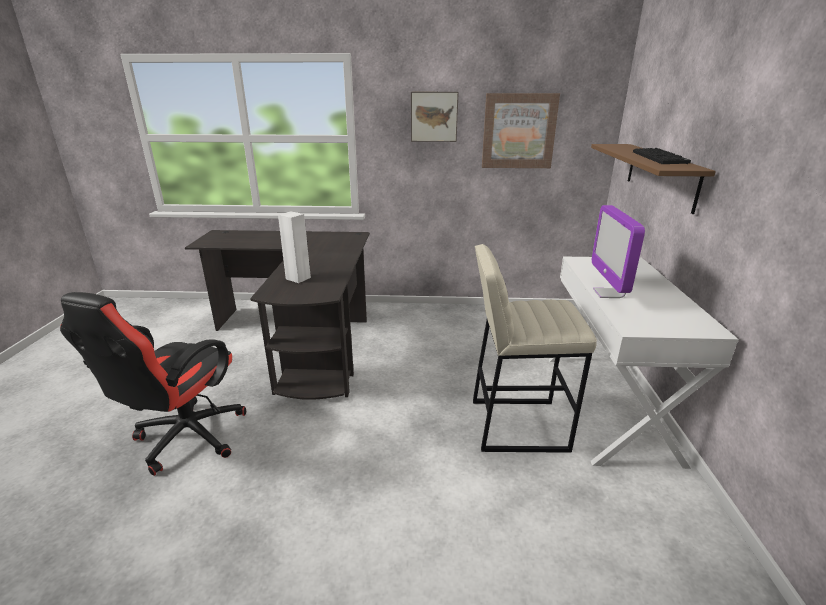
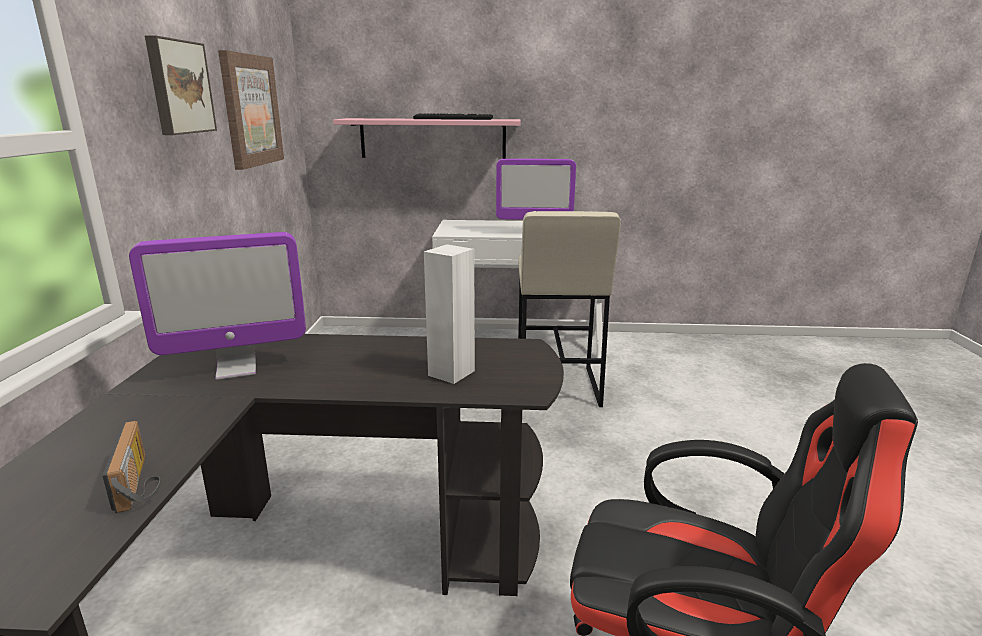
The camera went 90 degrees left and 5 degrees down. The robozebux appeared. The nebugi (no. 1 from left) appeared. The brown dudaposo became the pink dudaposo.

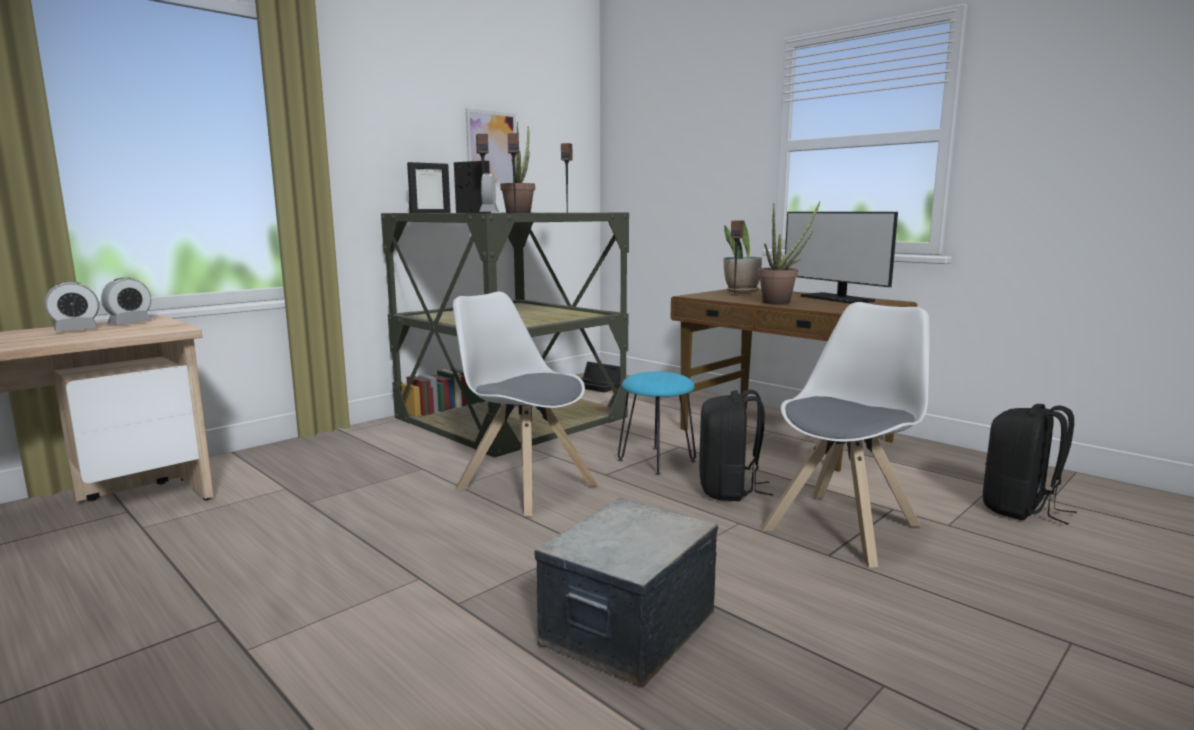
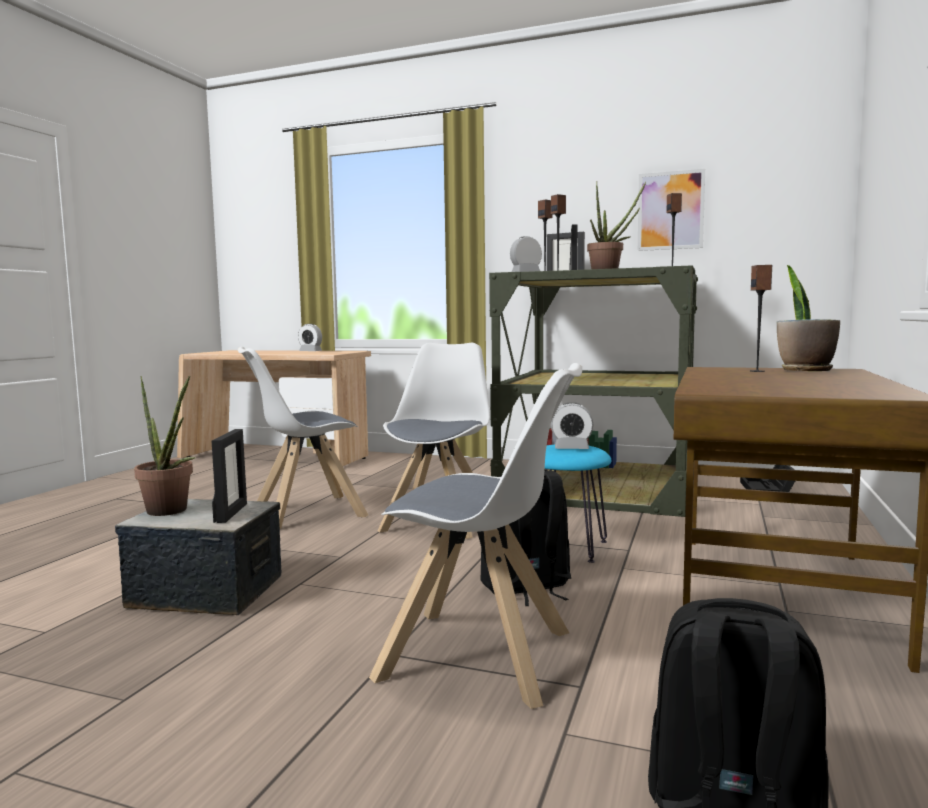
The camera went 65 degrees right and 5 degrees down. The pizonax (no. 3 from left in the first image) moved. The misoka (no. 1 from left) appeared. The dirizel (no. 1 from left) appeared. The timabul (no. 2 from left in the first image) moved. The nebugi disappeared.

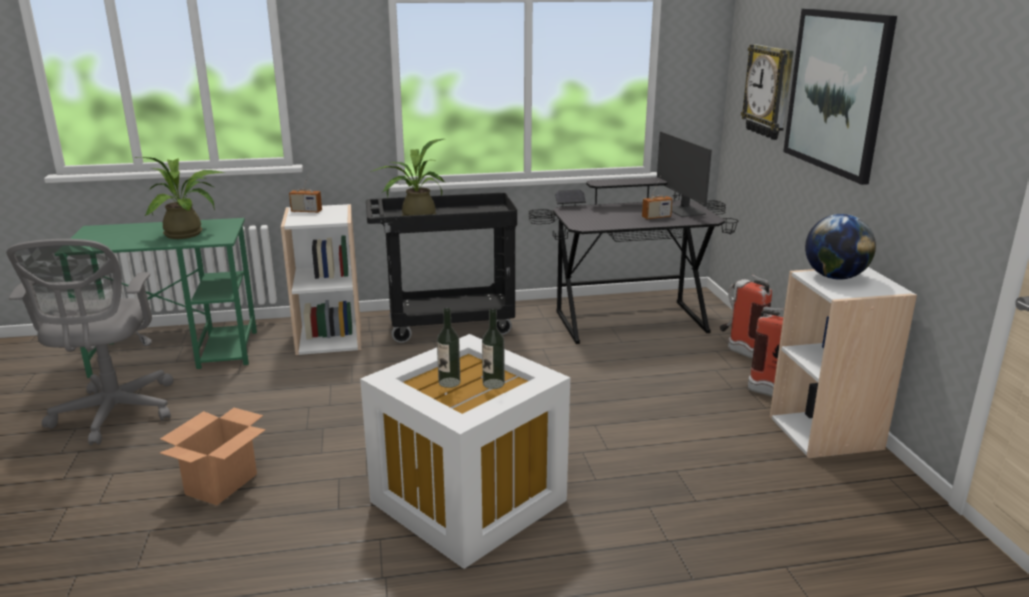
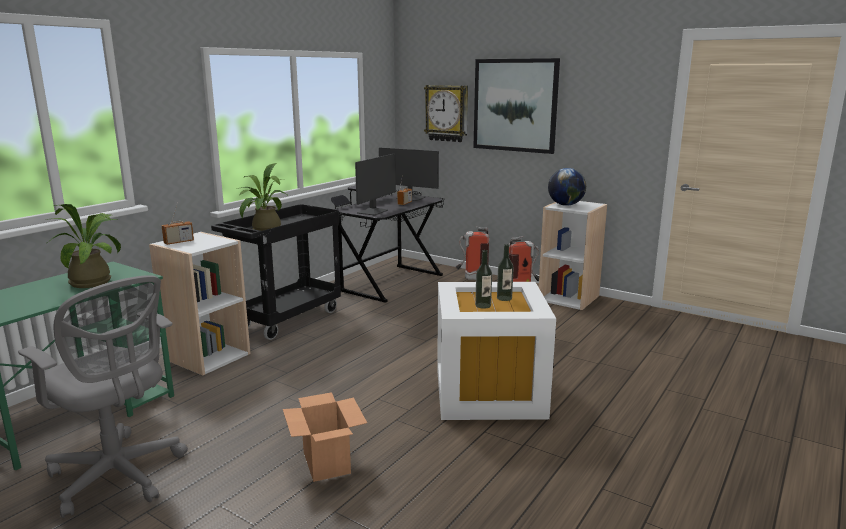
The camera went 45 degrees left and 5 degrees down. The nebugi (no. 1 from left) appeared.

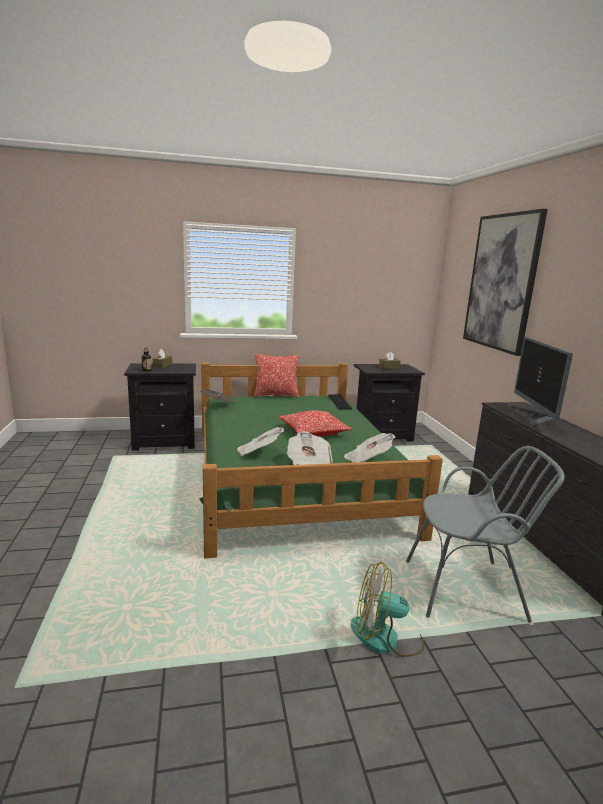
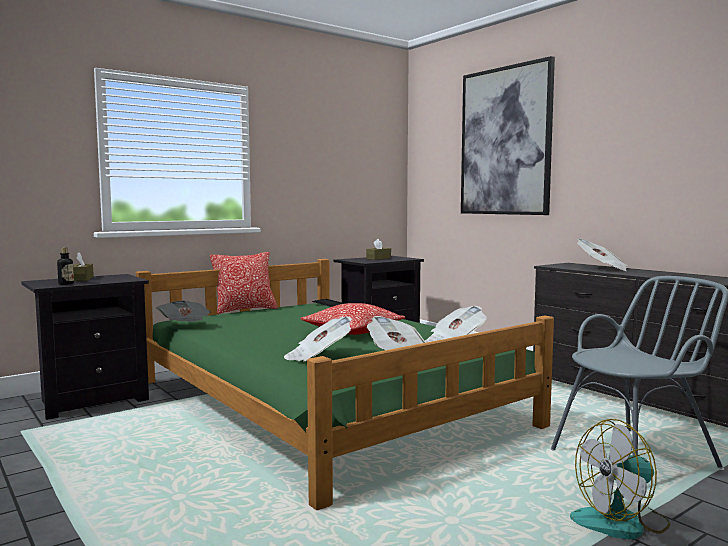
The camera went 25 degrees left and 10 degrees down. The nebugi was replaced by the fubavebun (no. 5 from left).

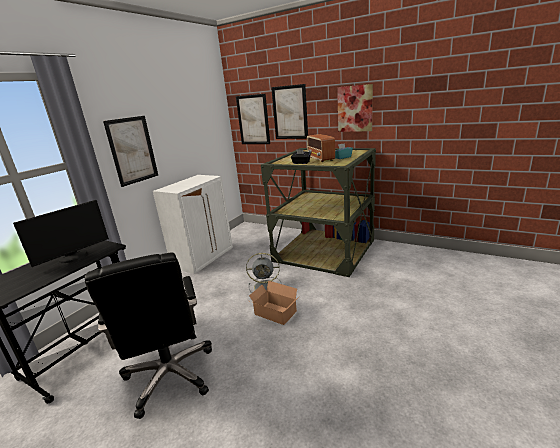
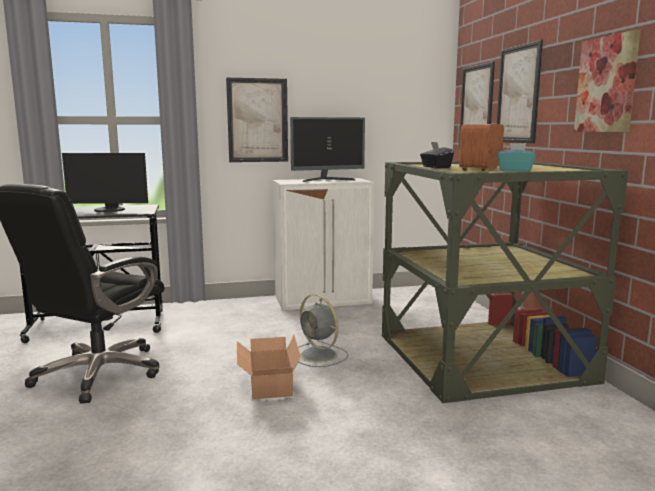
The camera went 45 degrees right and 10 degrees down. The nebugi (no. 2 from left) appeared.

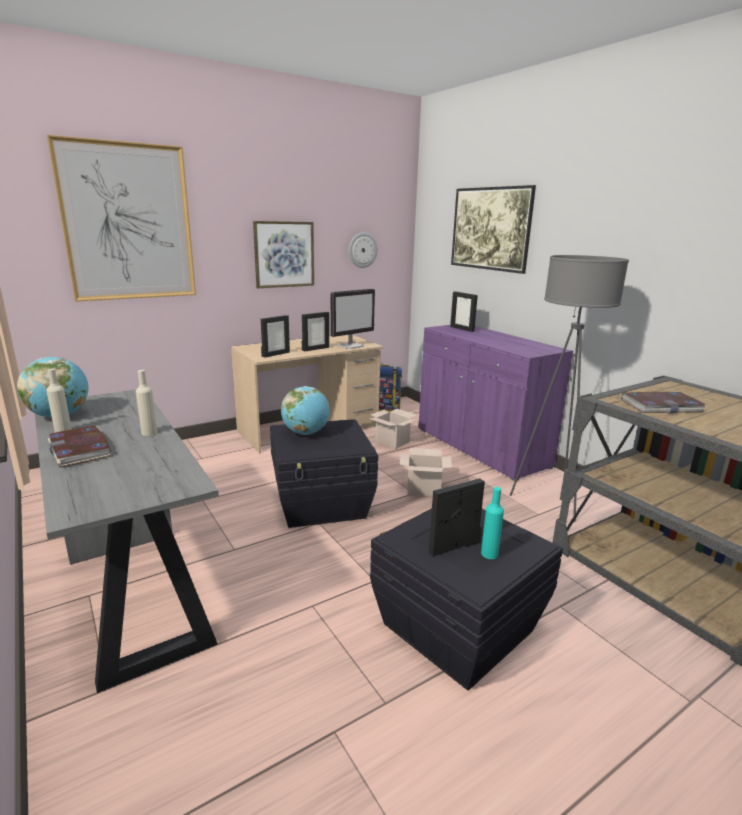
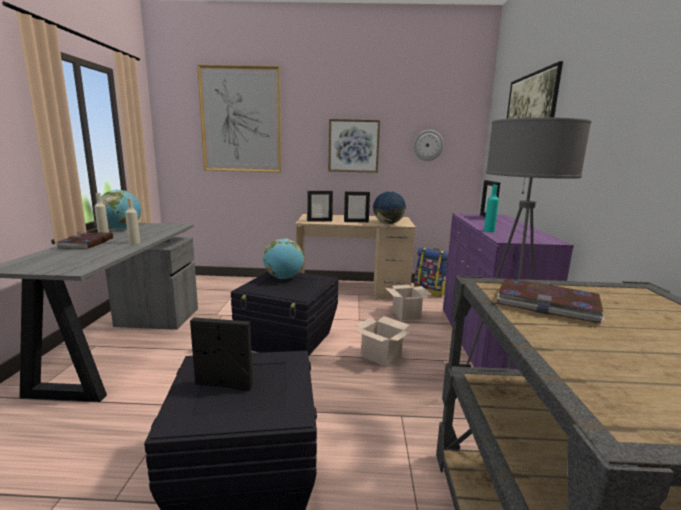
The camera went 35 degrees right and 5 degrees down. The nebugi was replaced by the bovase (no. 3 from left). The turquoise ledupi moved.

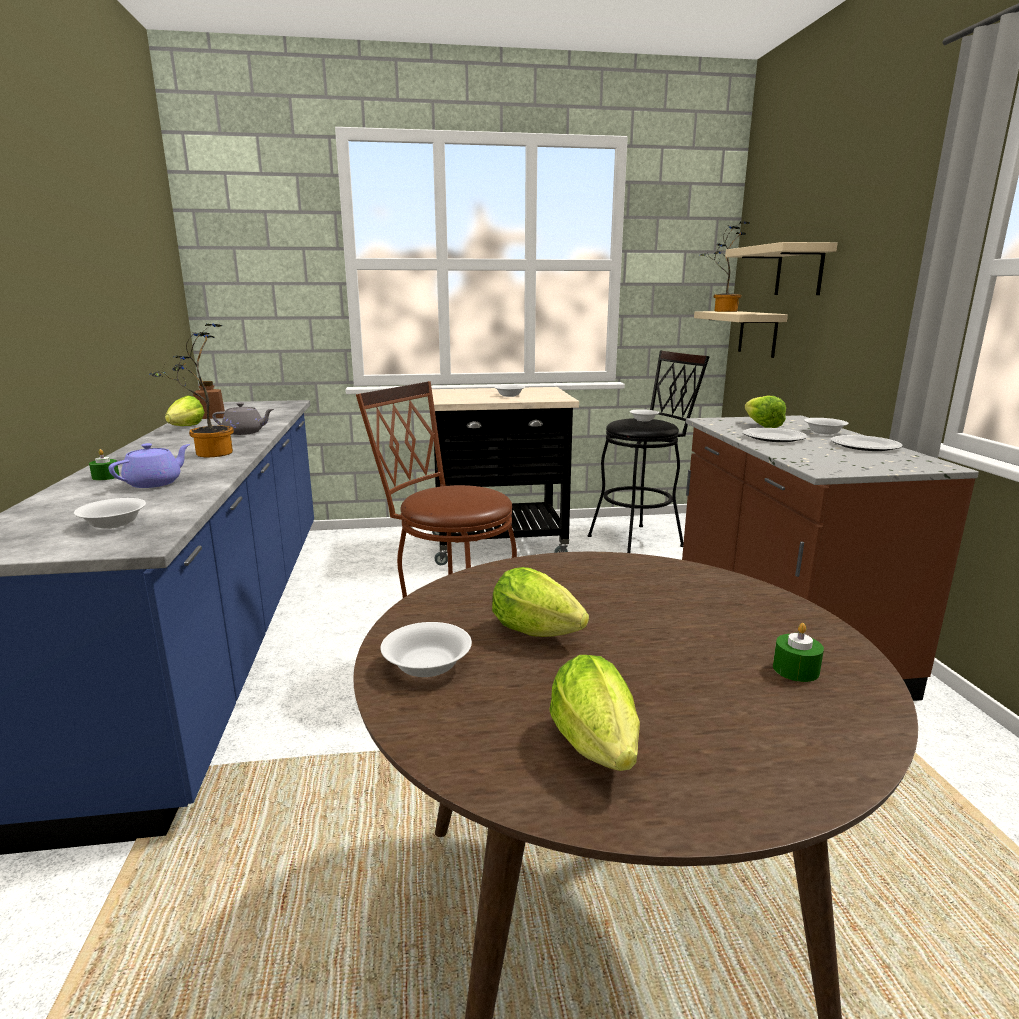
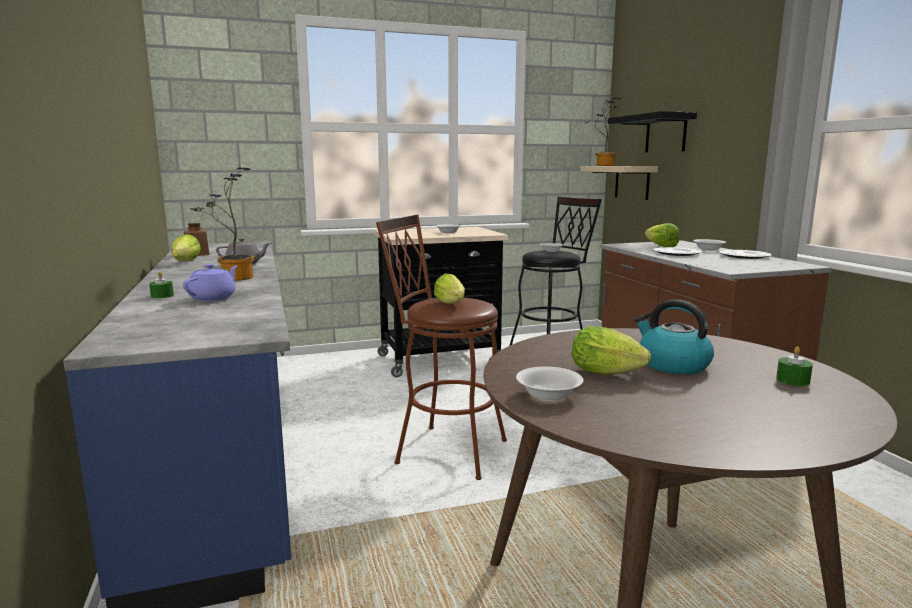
The camera went 10 degrees left and 5 degrees down. The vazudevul (no. 3 from left in the first image) moved. The beige dudaposo (no. 2 from left) became the black dudaposo. The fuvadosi appeared. The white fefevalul (no. 1 from left) disappeared.

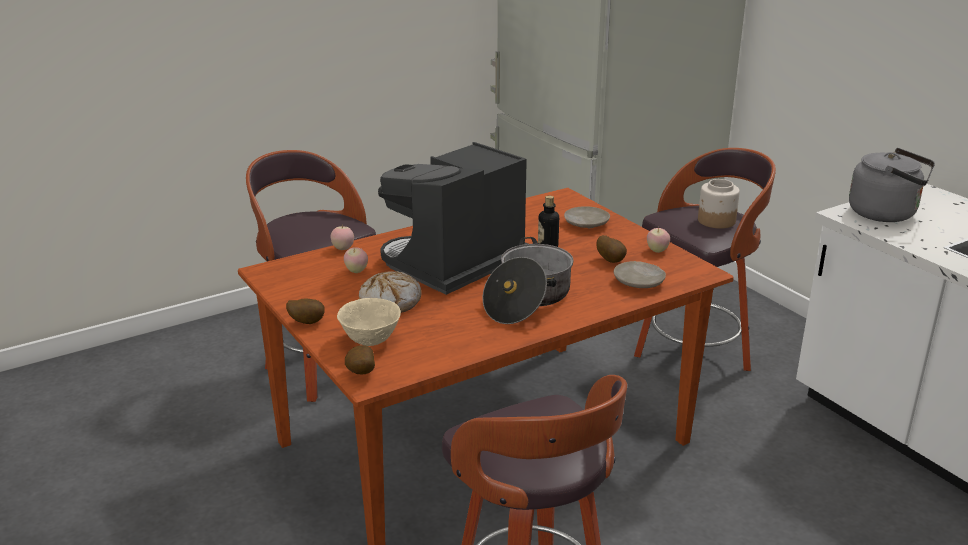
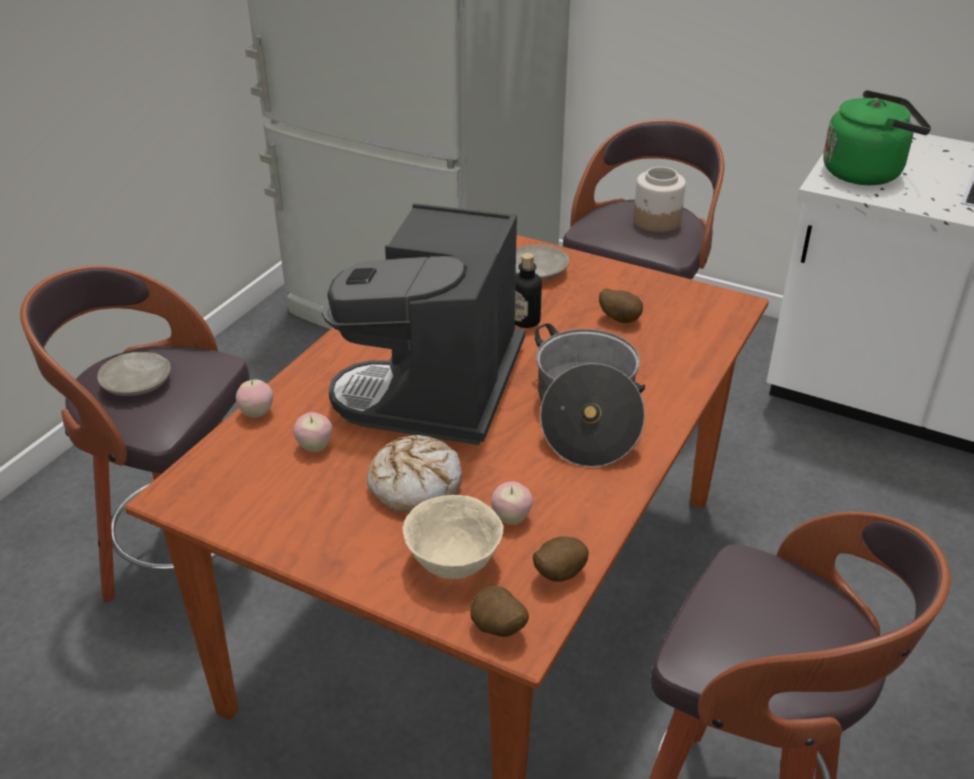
The camera went 30 degrees left and 10 degrees up. The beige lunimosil (no. 2 from left in the first image) moved. The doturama (no. 3 from left) moved. The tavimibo (no. 1 from left in the first image) moved. The grey fuvadosi became the green fuvadosi.

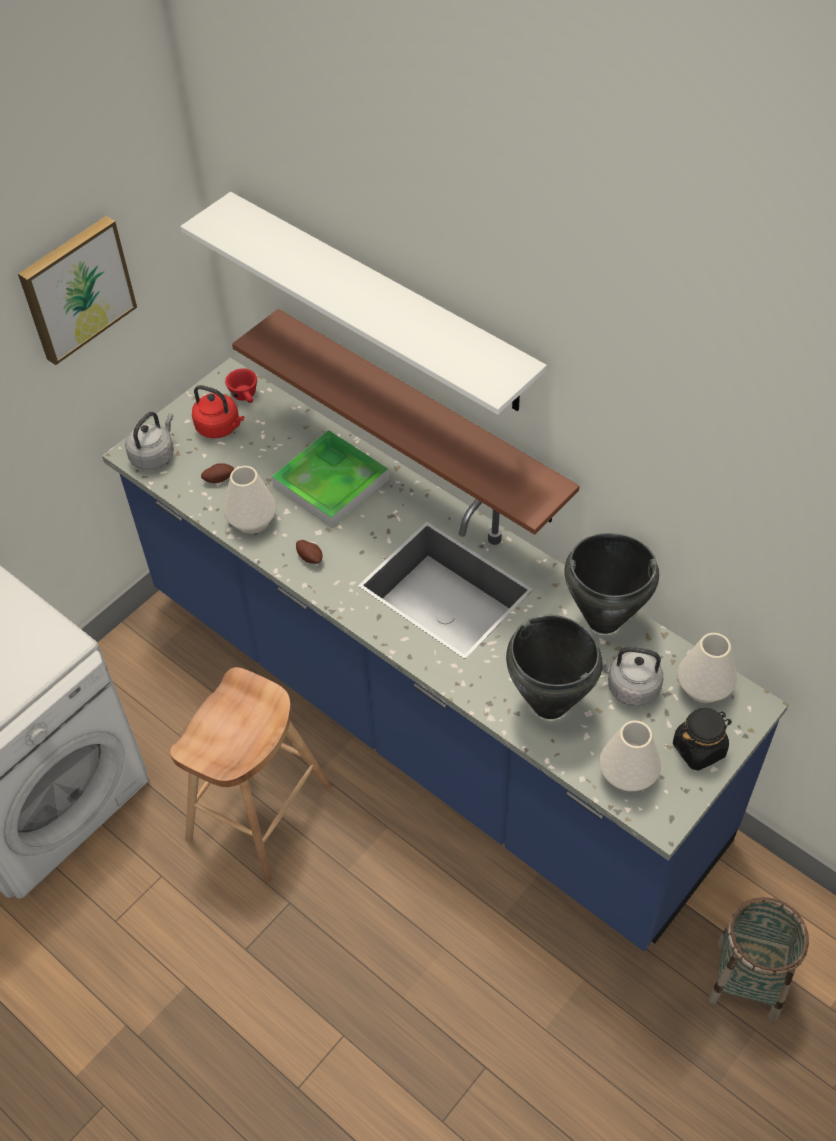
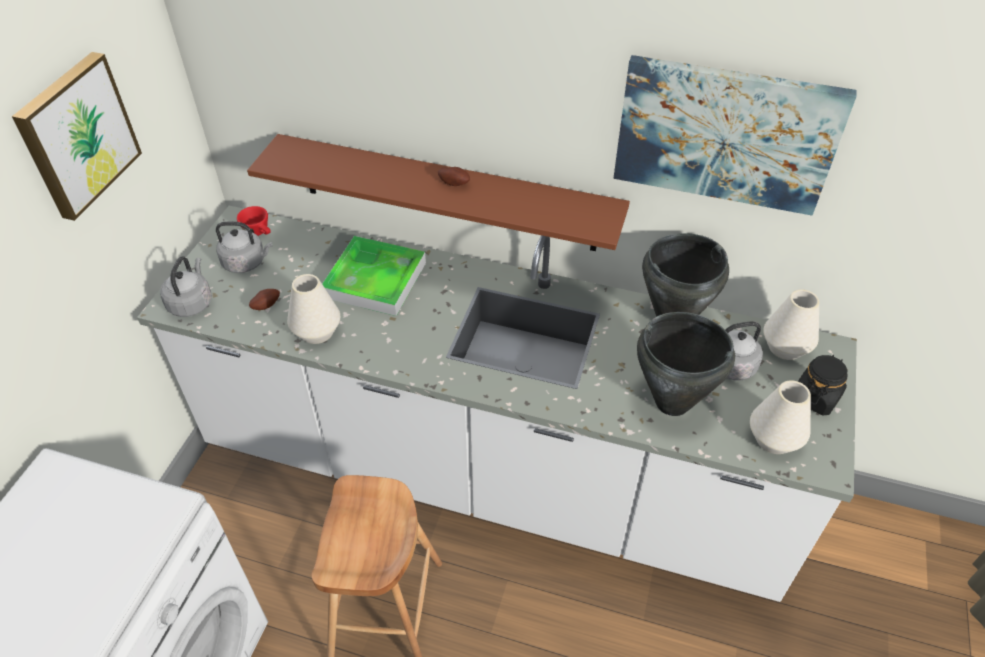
The camera went 25 degrees left and 5 degrees down. The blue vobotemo became the white vobotemo. The red fuvadosi became the grey fuvadosi (no. 2 from left). The tavimibo (no. 2 from left) moved. The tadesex (no. 2 from left) appeared. The white dudaposo disappeared. The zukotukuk disappeared.

